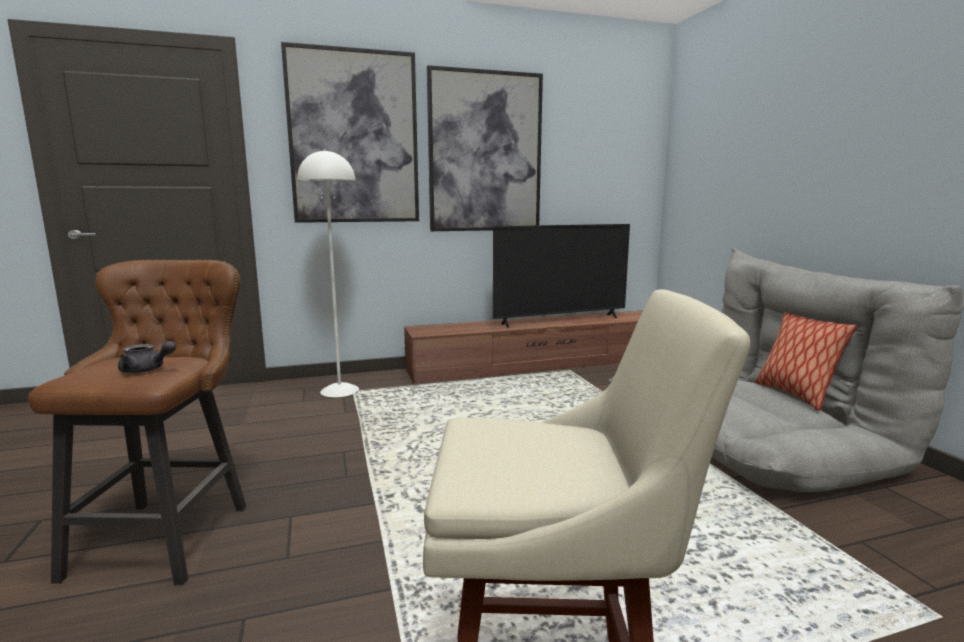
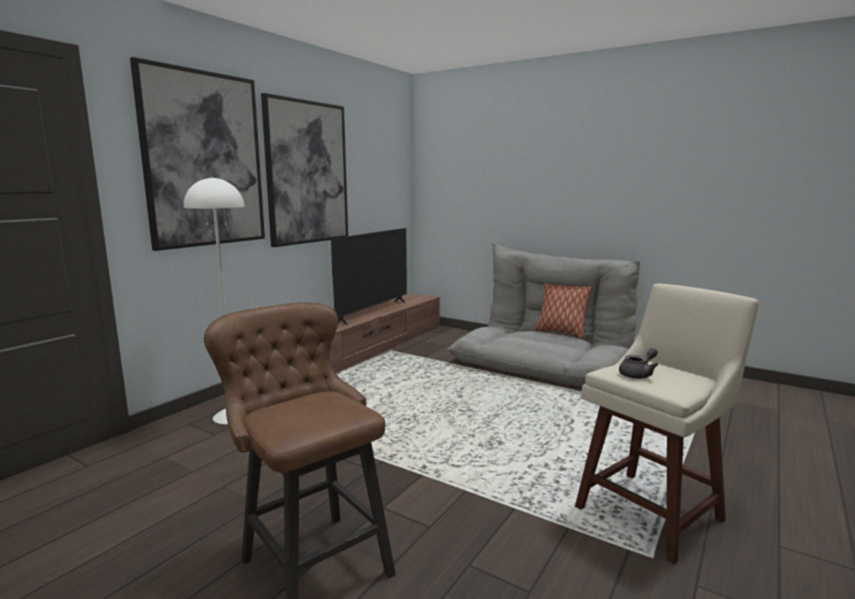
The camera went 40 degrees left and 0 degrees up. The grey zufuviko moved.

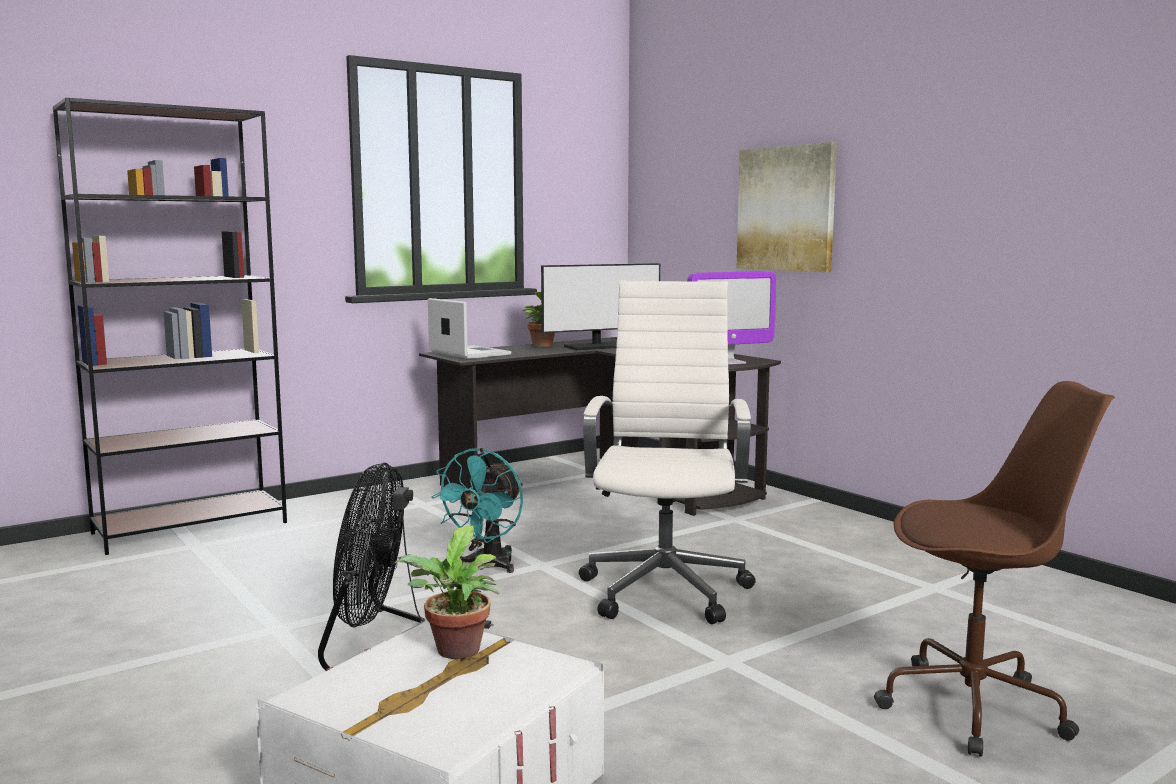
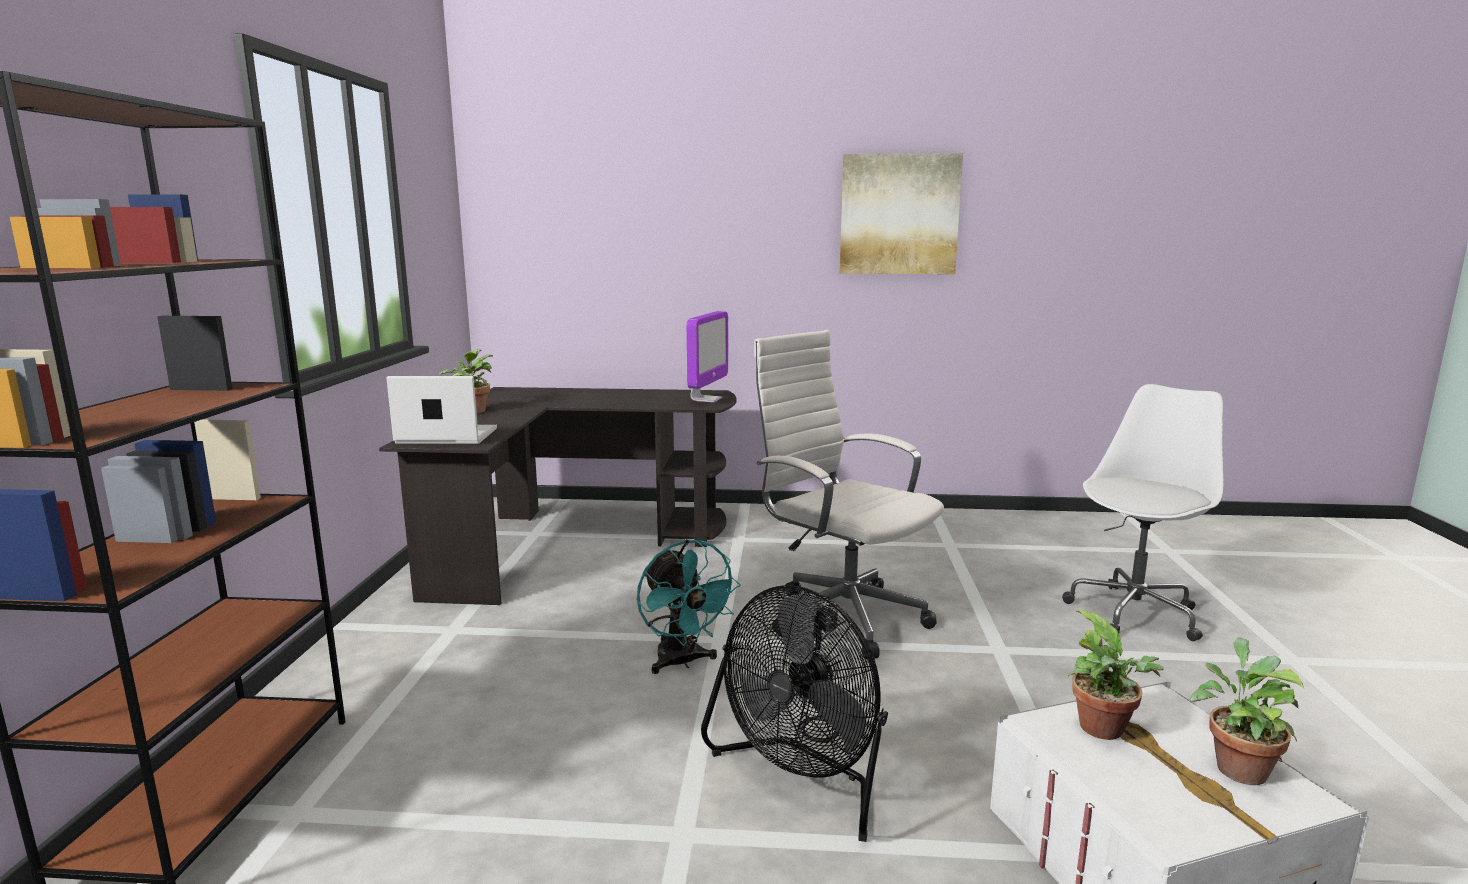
The camera went 50 degrees left and 5 degrees up. The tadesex moved. The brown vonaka became the white vonaka (no. 2 from left). The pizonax (no. 3 from left) appeared. The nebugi (no. 1 from left) disappeared.

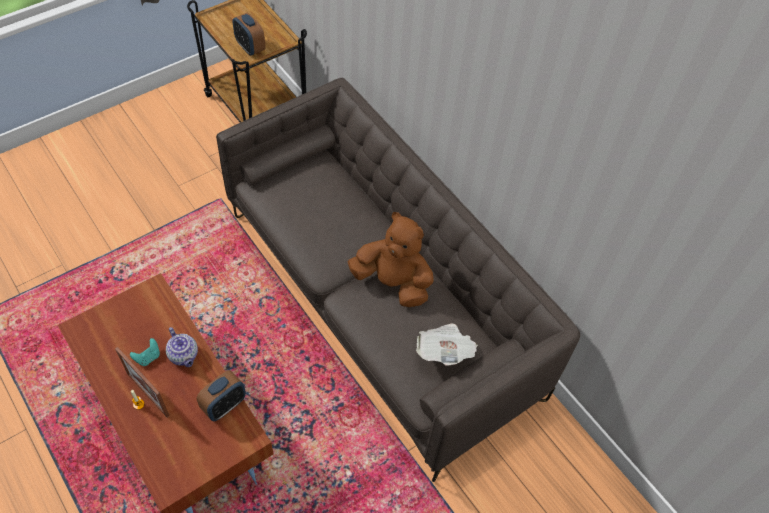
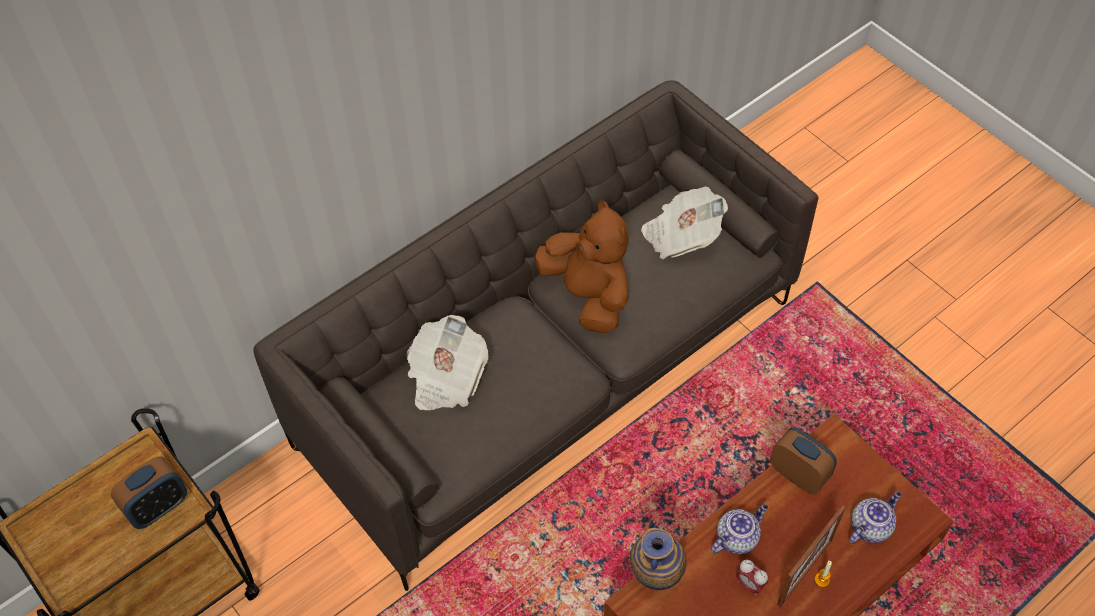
The camera went 90 degrees left and 0 degrees up. The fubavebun (no. 1 from left) appeared. The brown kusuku turned 120 degrees clockwise. The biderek appeared. The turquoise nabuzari was replaced by the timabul (no. 2 from left). The zufuviko (no. 2 from left) appeared.

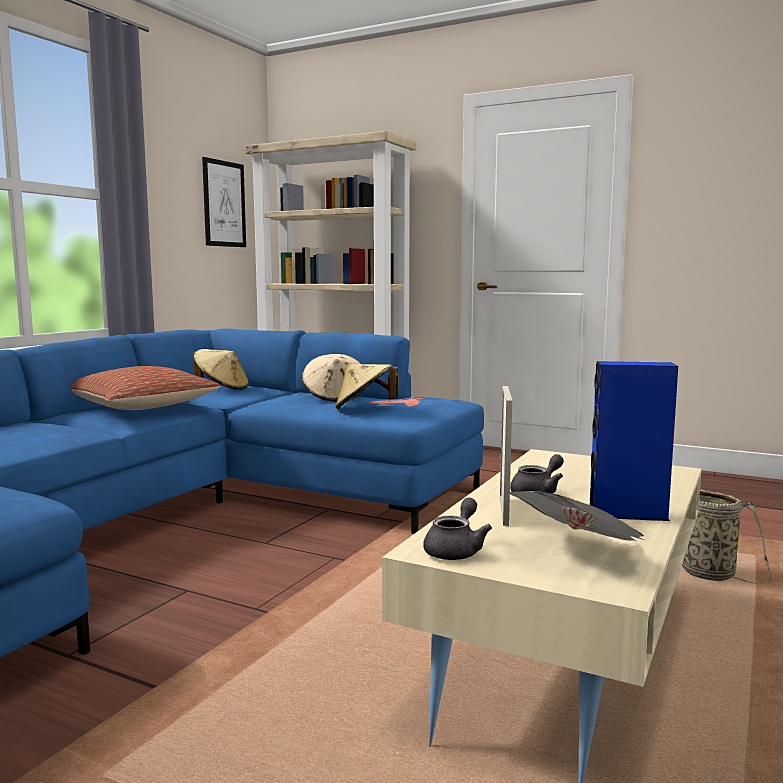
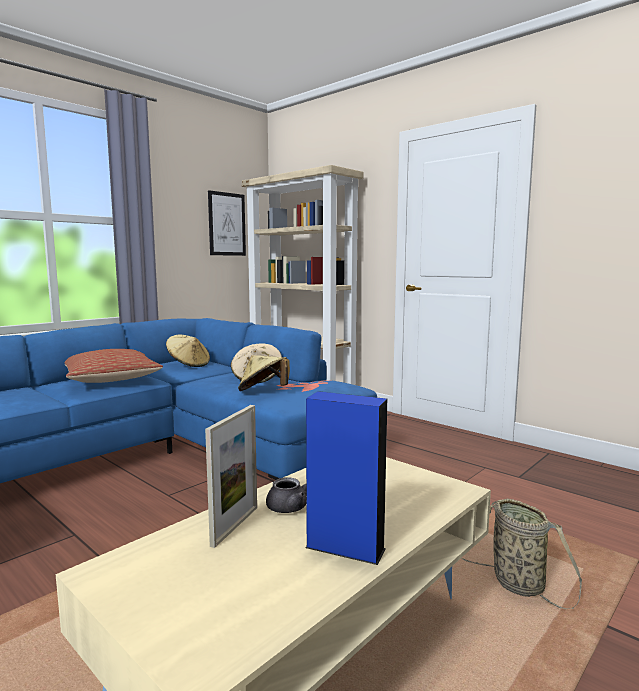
The camera went 15 degrees right and 0 degrees up. The grey zufuviko (no. 1 from left) disappeared. The fubavebun disappeared.

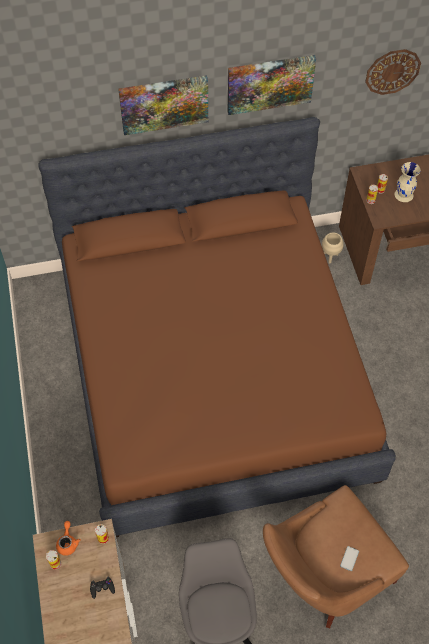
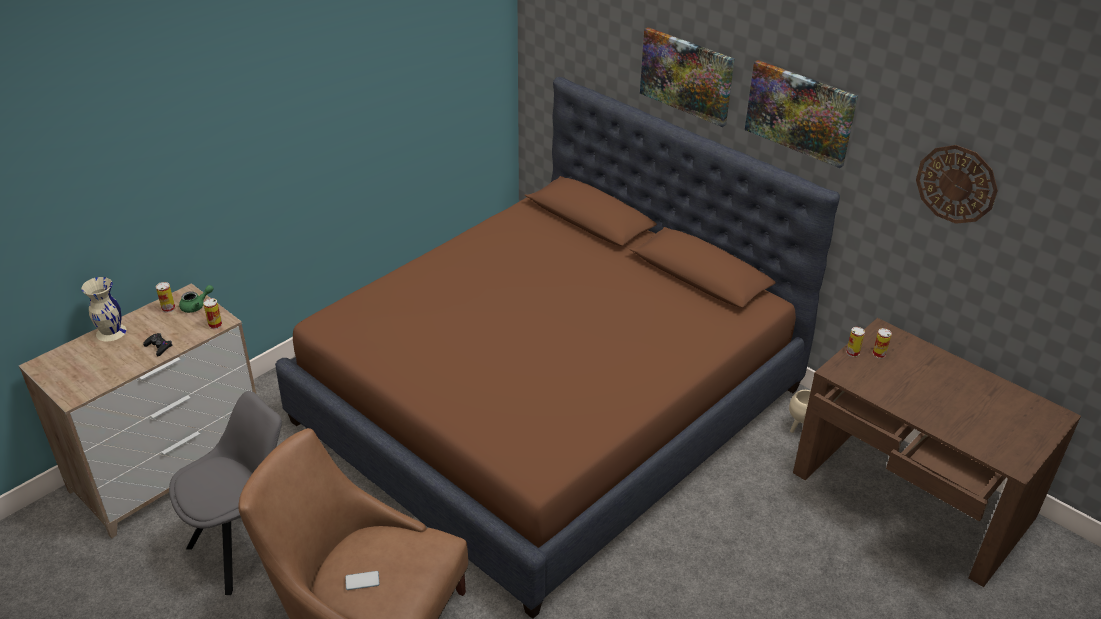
The camera went 55 degrees right and 20 degrees down. The beige biderek moved. The orange zufuviko became the green zufuviko.

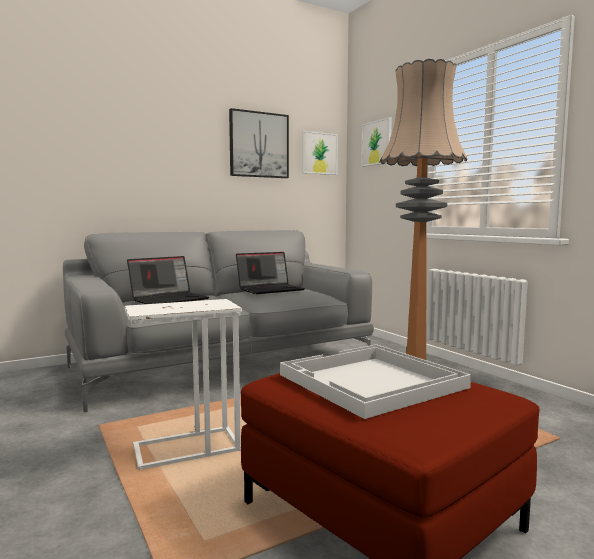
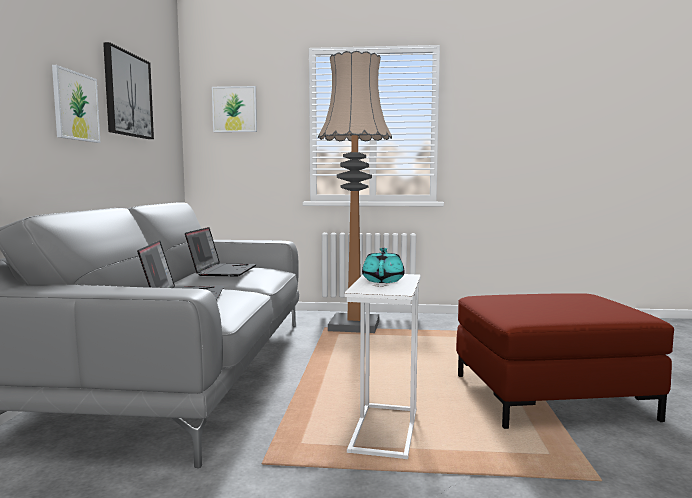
The camera went 55 degrees left and 0 degrees up. The tadesex (no. 2 from left in the first image) moved. The turquoise zufuviko appeared. The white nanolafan disappeared.

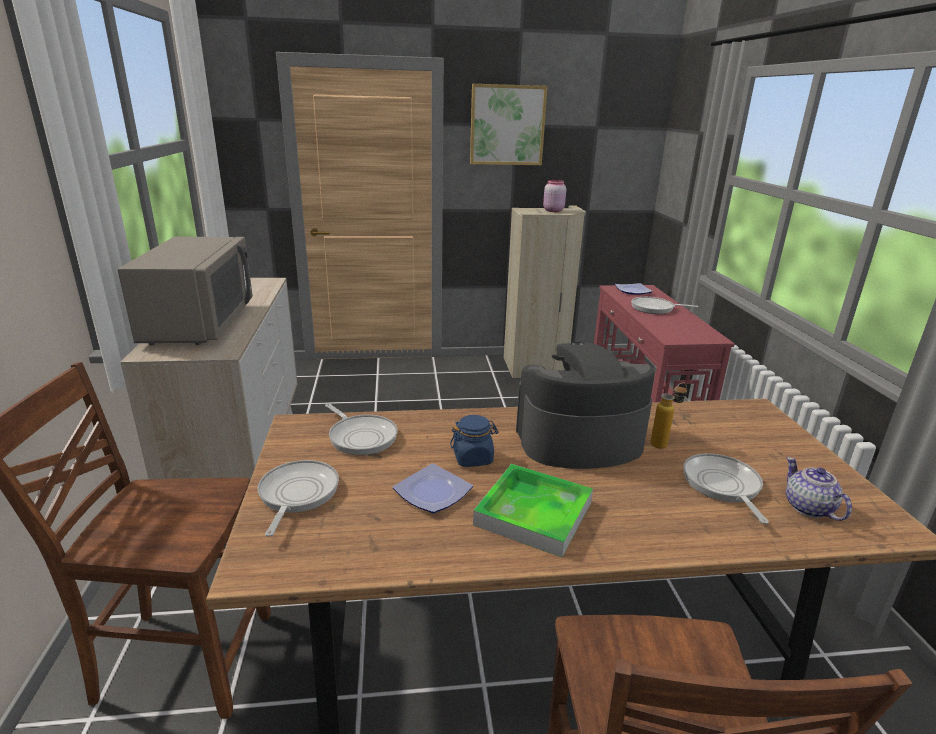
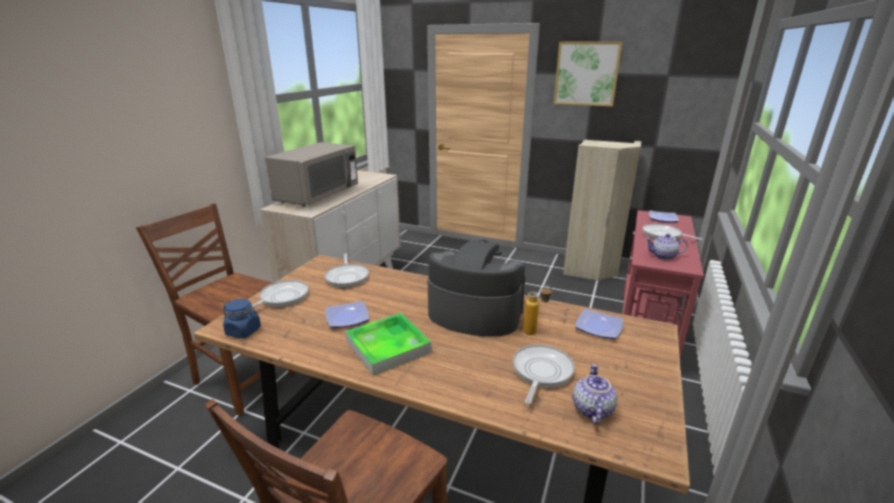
The camera went 30 degrees right and 0 degrees up. The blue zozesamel moved. The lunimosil (no. 2 from left) appeared. The zufuviko (no. 2 from left) appeared. The pink zozesamel disappeared.

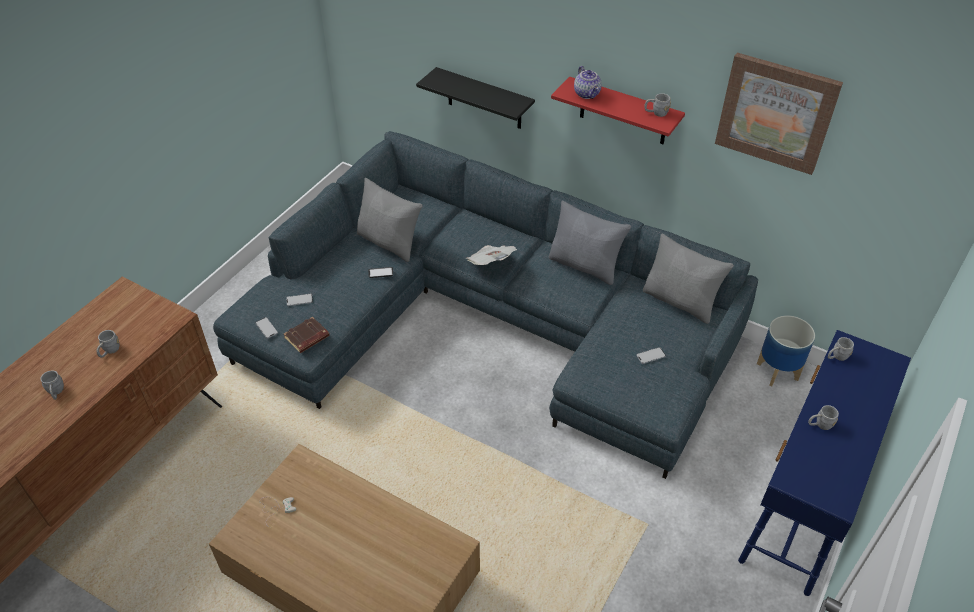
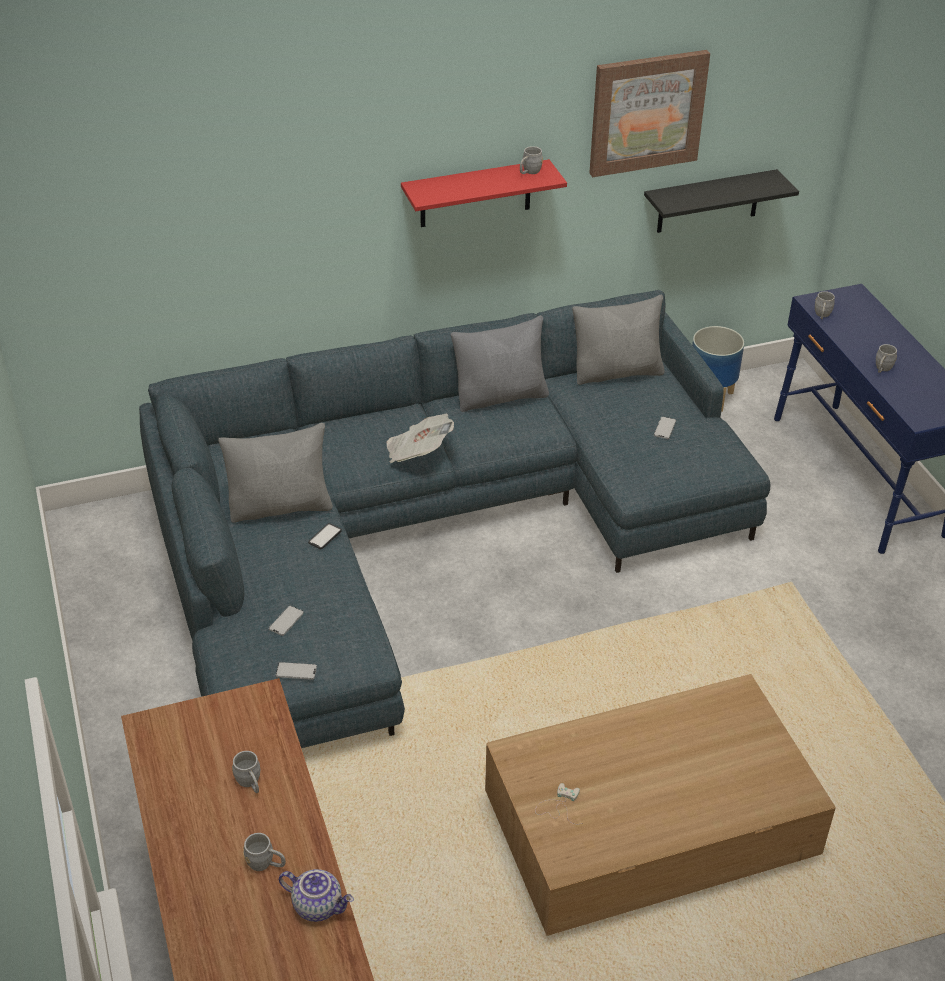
The camera went 50 degrees left and 5 degrees down. The zufuviko moved. The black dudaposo moved. The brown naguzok disappeared.

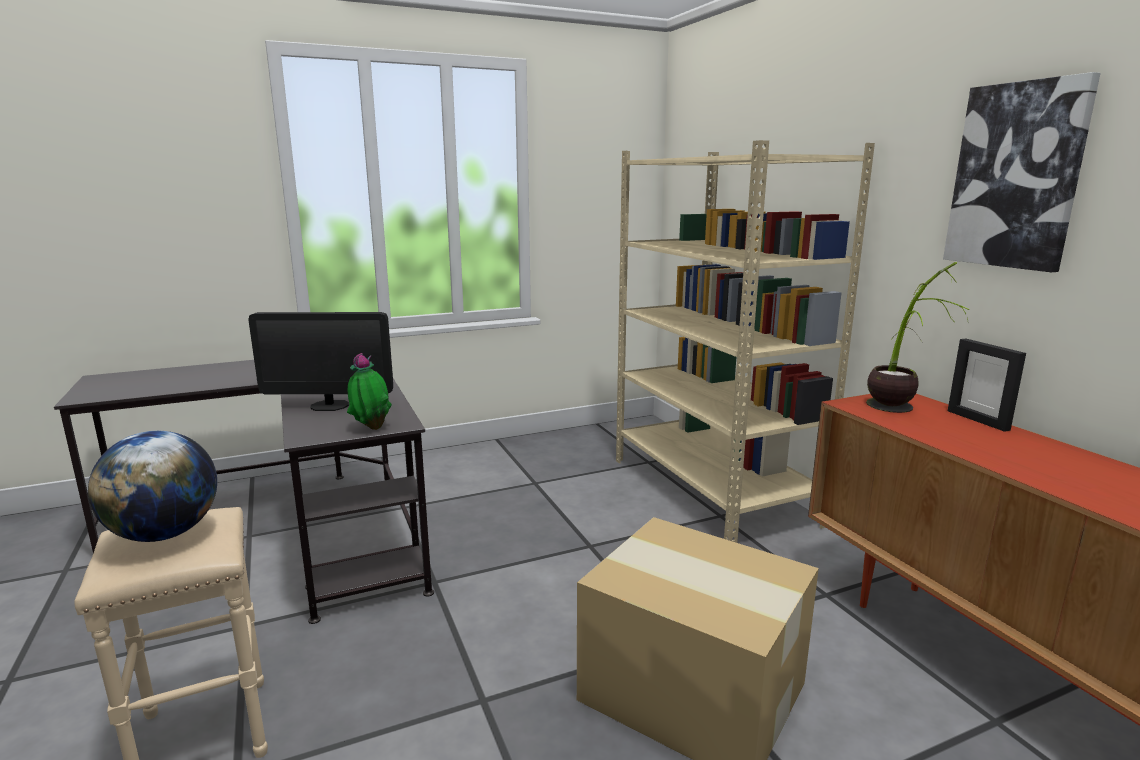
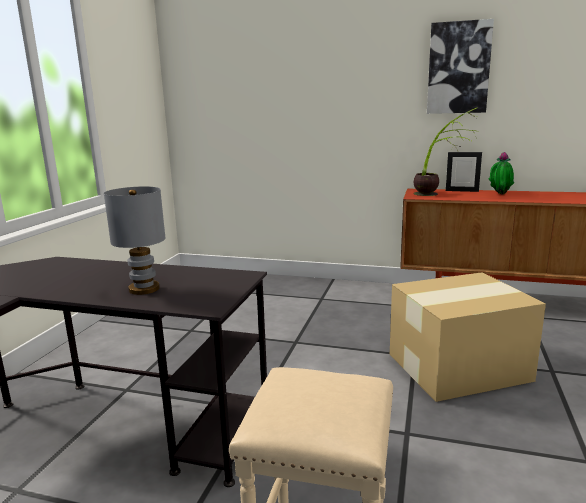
The camera went 50 degrees left and 0 degrees up. The nebugi was replaced by the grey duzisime. The pizonax (no. 1 from left in the first image) moved. The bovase disappeared. The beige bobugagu disappeared.

